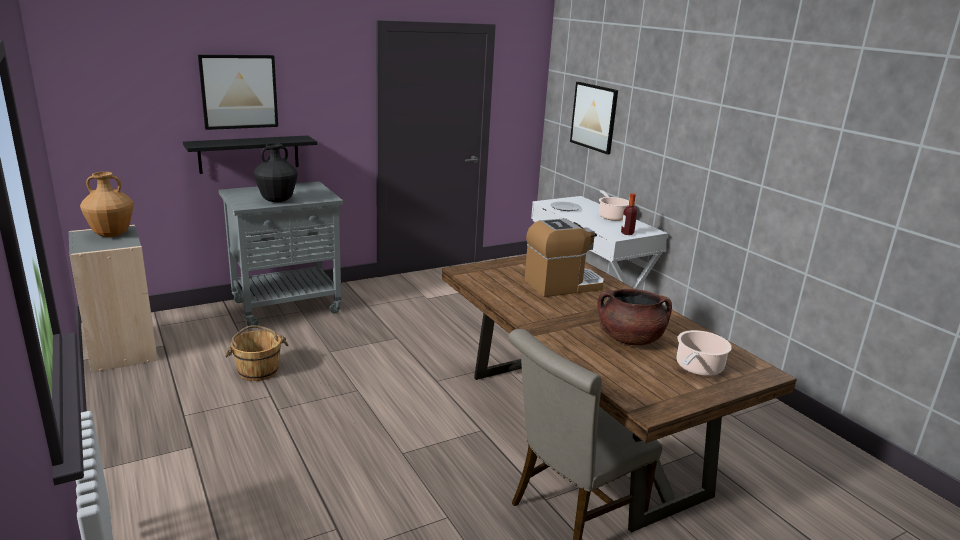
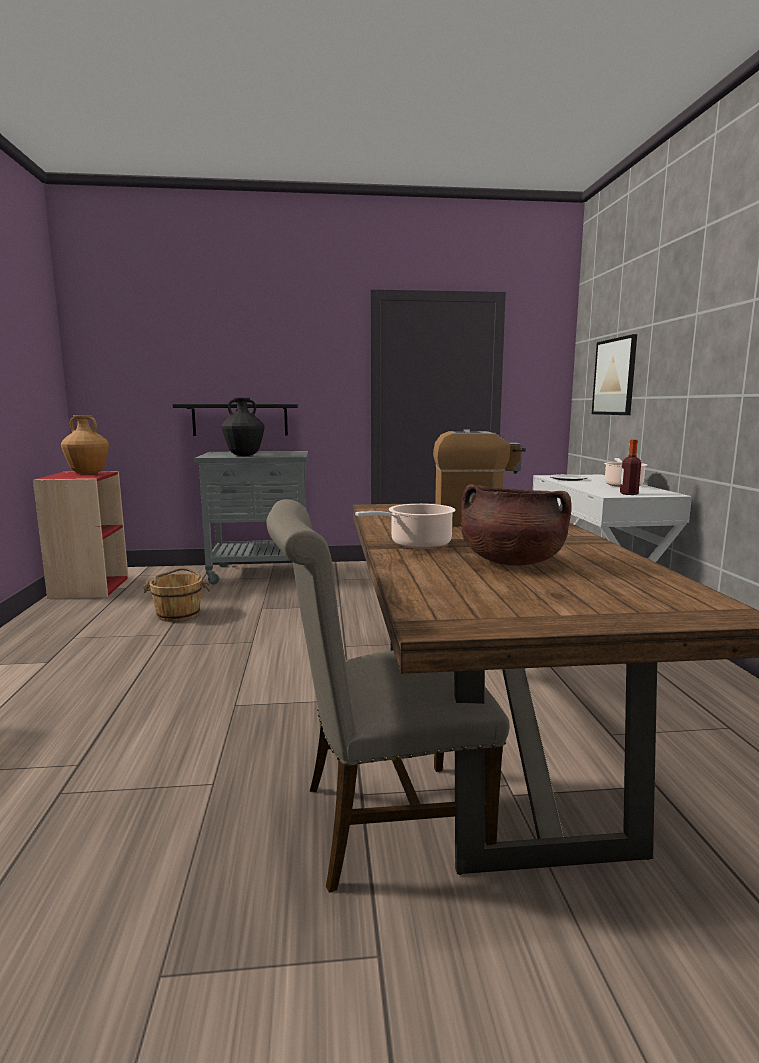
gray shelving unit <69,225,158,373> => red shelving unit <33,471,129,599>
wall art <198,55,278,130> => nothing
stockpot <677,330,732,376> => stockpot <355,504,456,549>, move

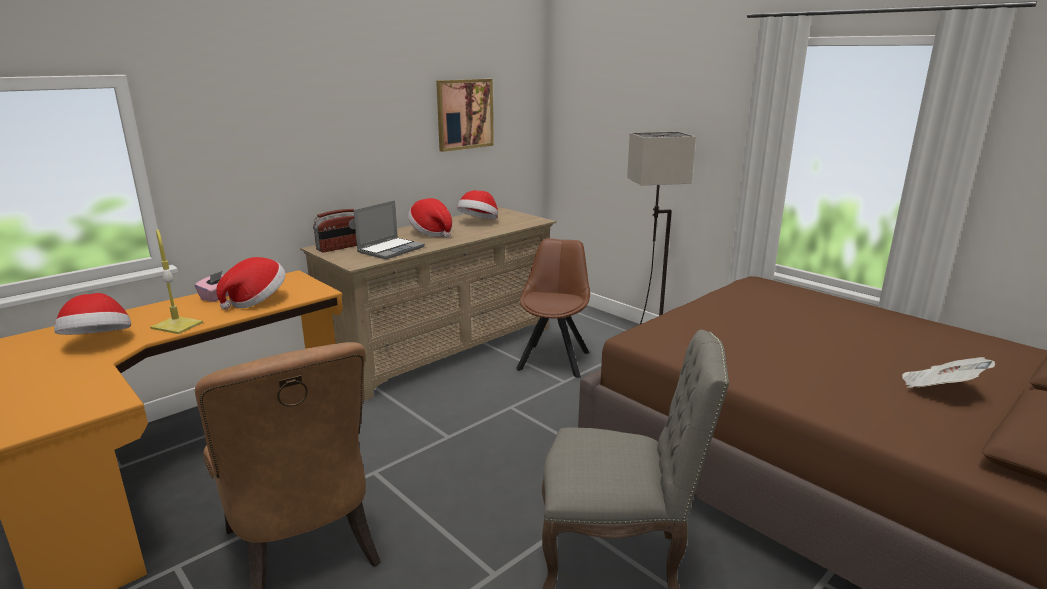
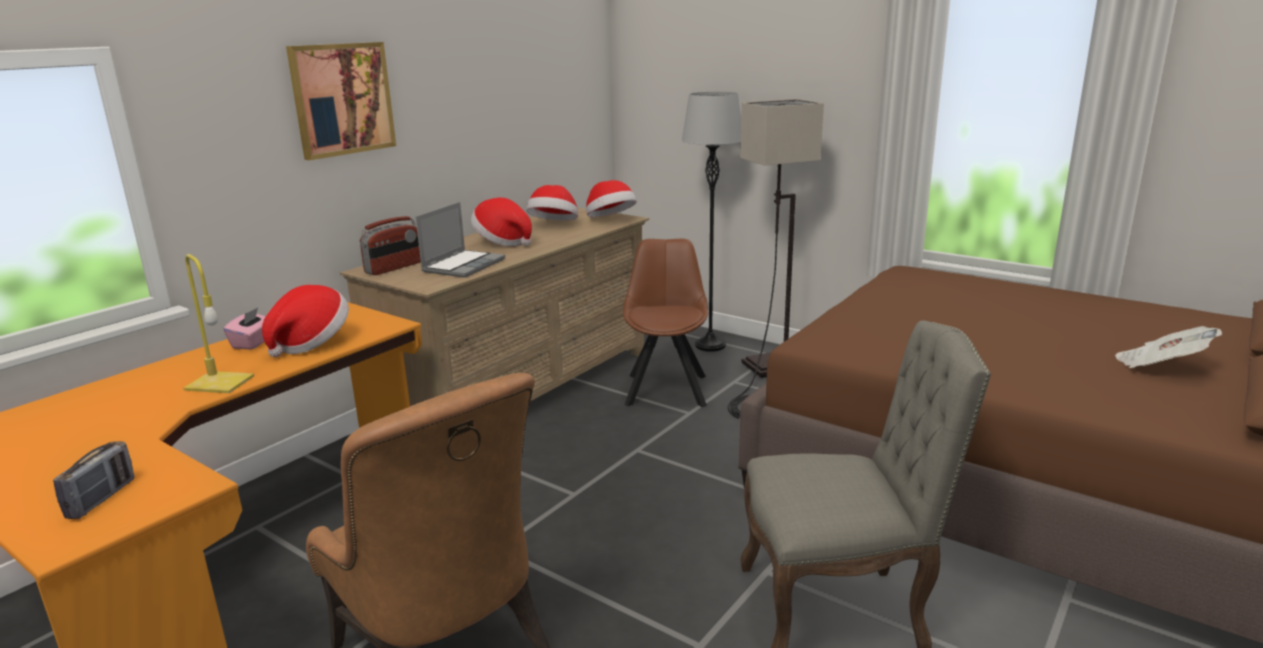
hat <54,293,131,335> => hat <586,180,637,217>, move
wall art <436,79,494,152> => wall art <286,42,396,160>, move
nothing => radio set <53,441,135,519>
nothing => gray standard lamp <682,91,741,352>

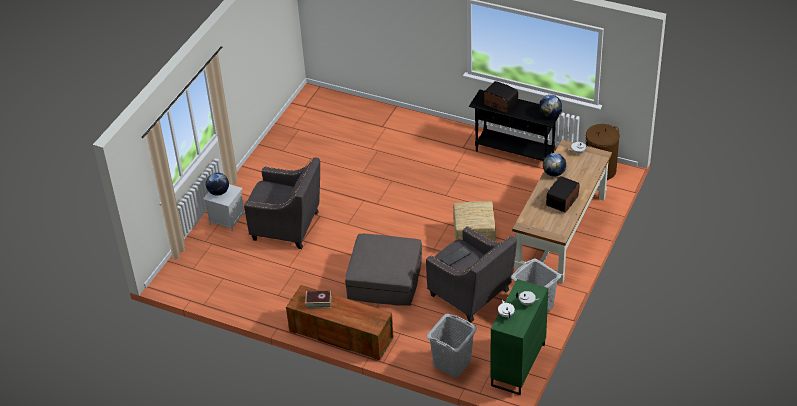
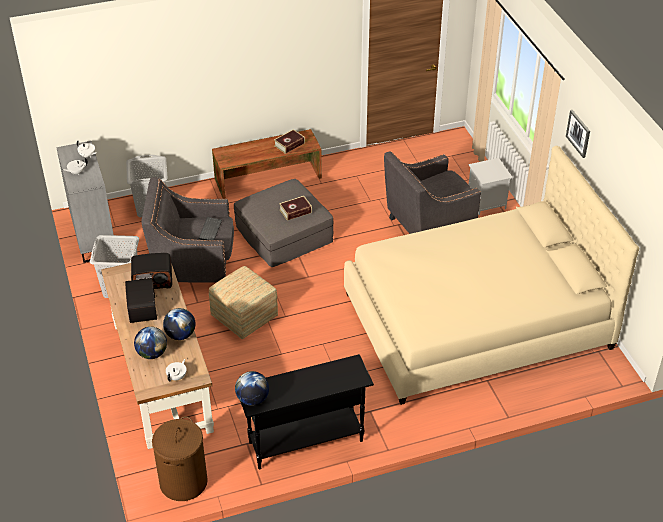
desk globe <206,173,229,196> => desk globe <134,327,167,359>, move
radio set <483,81,518,113> => radio set <131,253,172,289>, move
green chest of drawers <490,279,548,395> => gray chest of drawers <56,141,114,263>
nothing => book <279,196,312,221>
nothing => beige-coloured bed <344,146,639,405>
nothing => wall art <566,110,590,158>

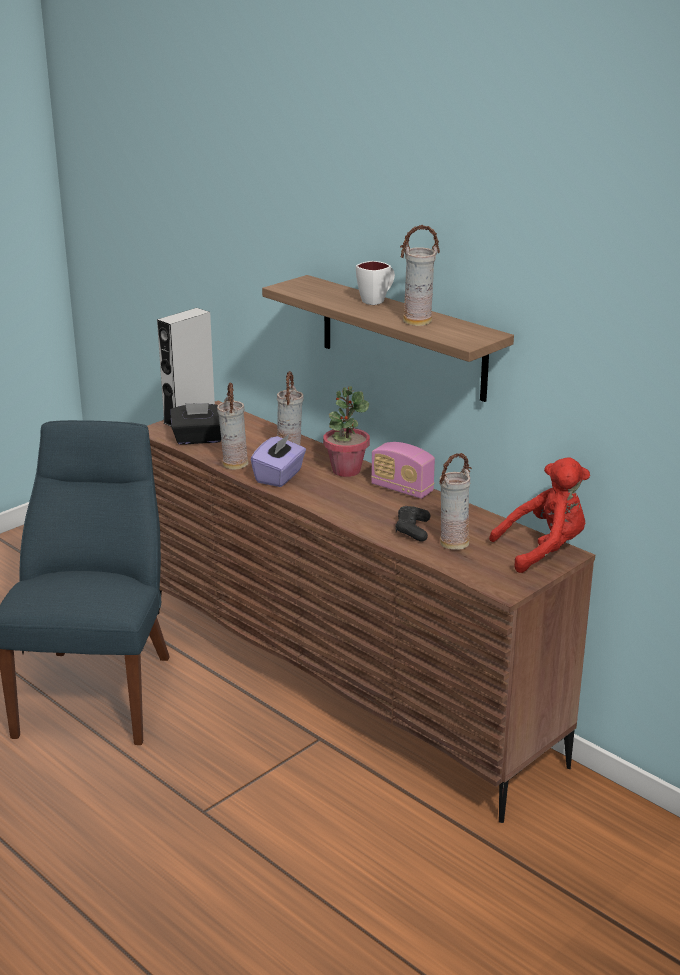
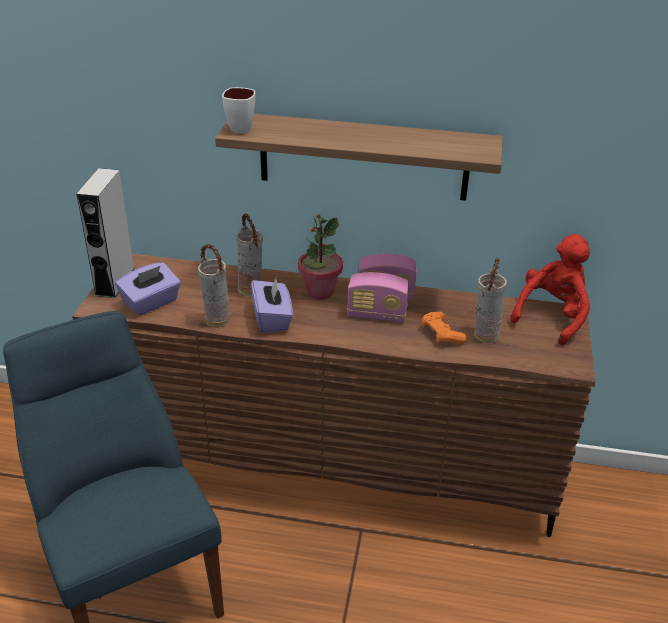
blackish tissue box <170,403,221,444> => purple tissue box <115,262,181,316>
white coffee mug <356,261,395,305> => white coffee mug <222,87,255,133>, move
blackish joypad <396,506,431,542> => orangey joypad <422,312,467,344>
decorative vase <400,225,440,326> => nothing
nothing => radio set <347,272,409,322>

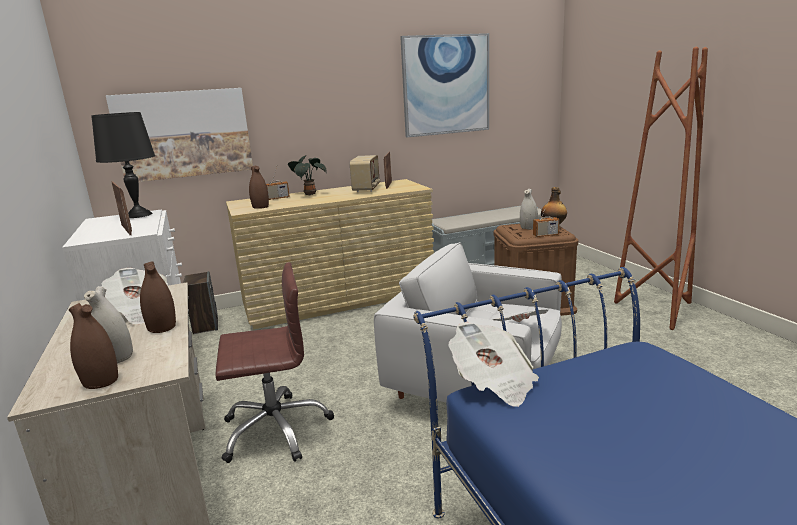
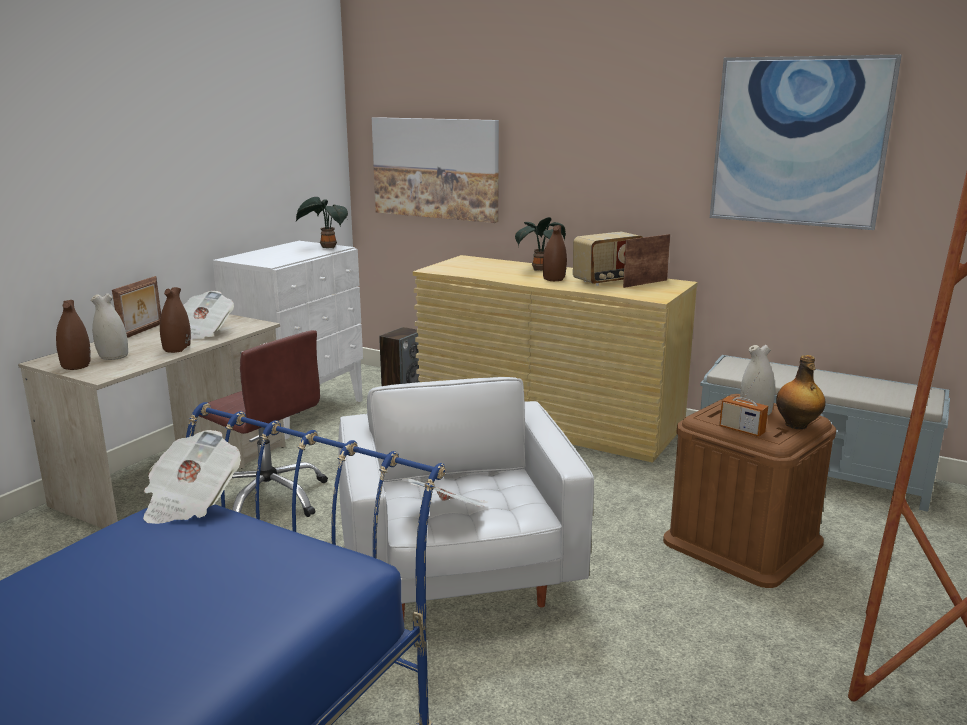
blackish lamp for a table <91,112,155,218> => houseplant <296,197,348,248>
standing frame <111,181,132,235> => standing frame <112,276,161,338>, move
brown decorative vase <249,166,269,209> => brown decorative vase <543,225,567,281>, move
radio set <266,167,290,200> => nothing

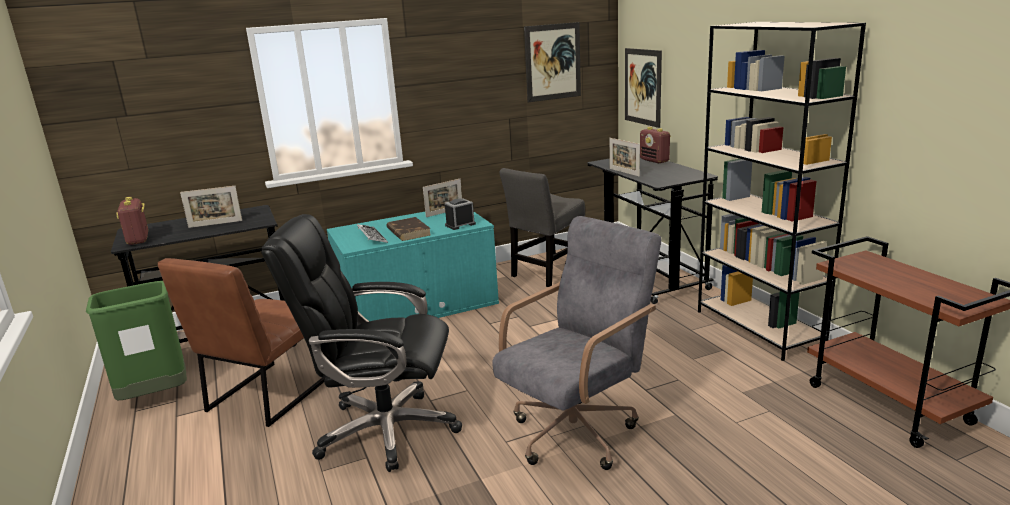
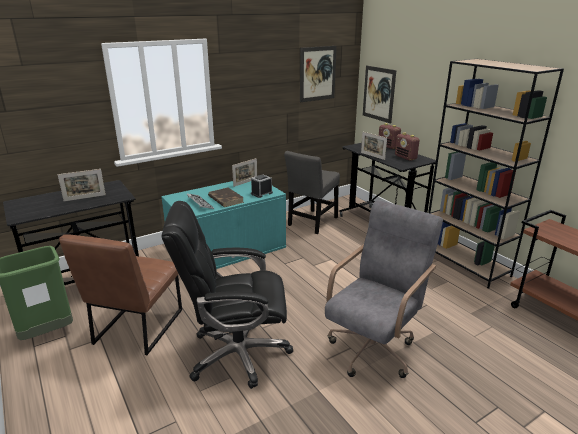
radio set <117,197,148,245> => radio set <395,132,420,161>, move

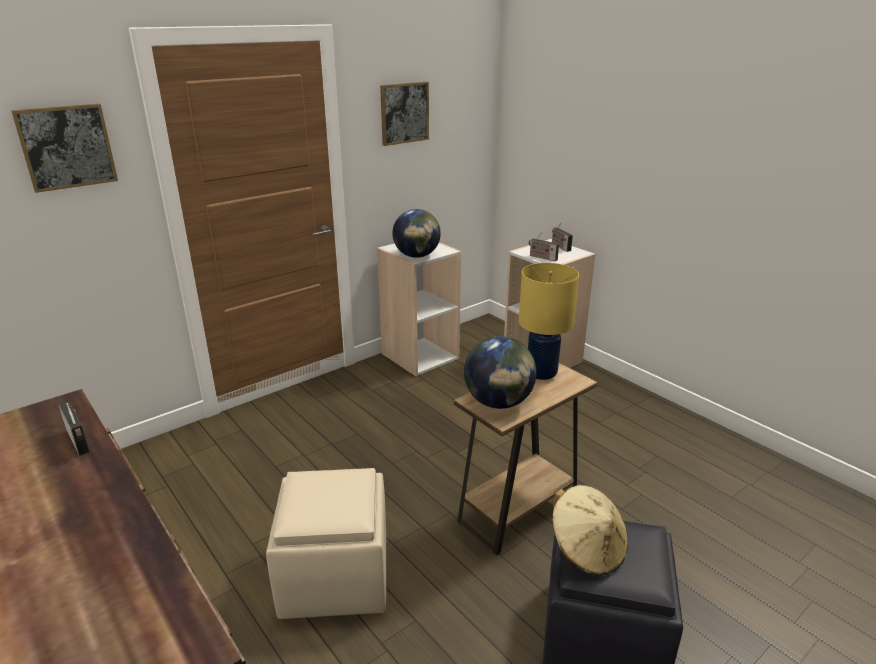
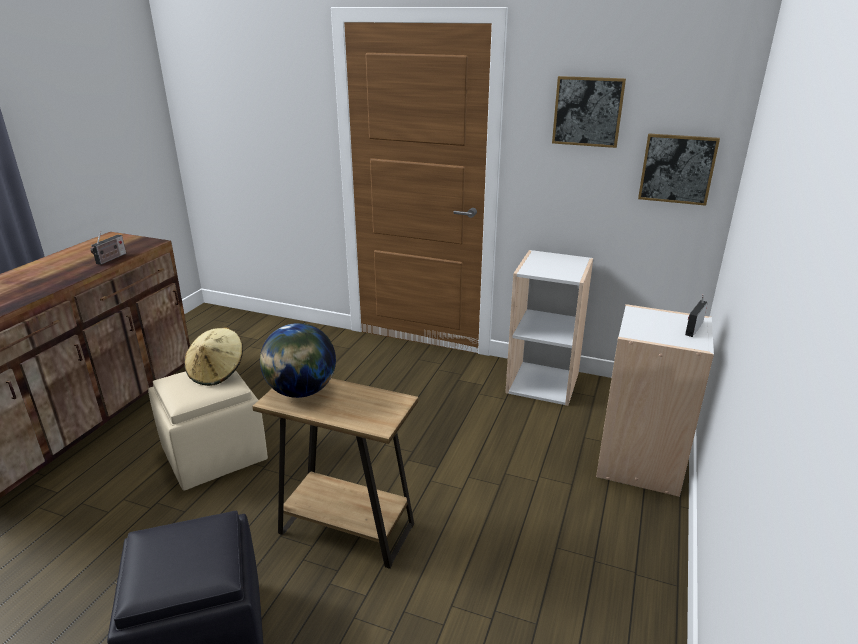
wall art <11,104,118,193> => wall art <638,133,720,206>, move
desk globe <392,209,441,258> => nothing
yellow lamp for a table <519,263,579,380> => nothing
radio set <529,232,559,261> => nothing
beige-coloured hat <552,485,628,576> => beige-coloured hat <184,327,243,386>, move

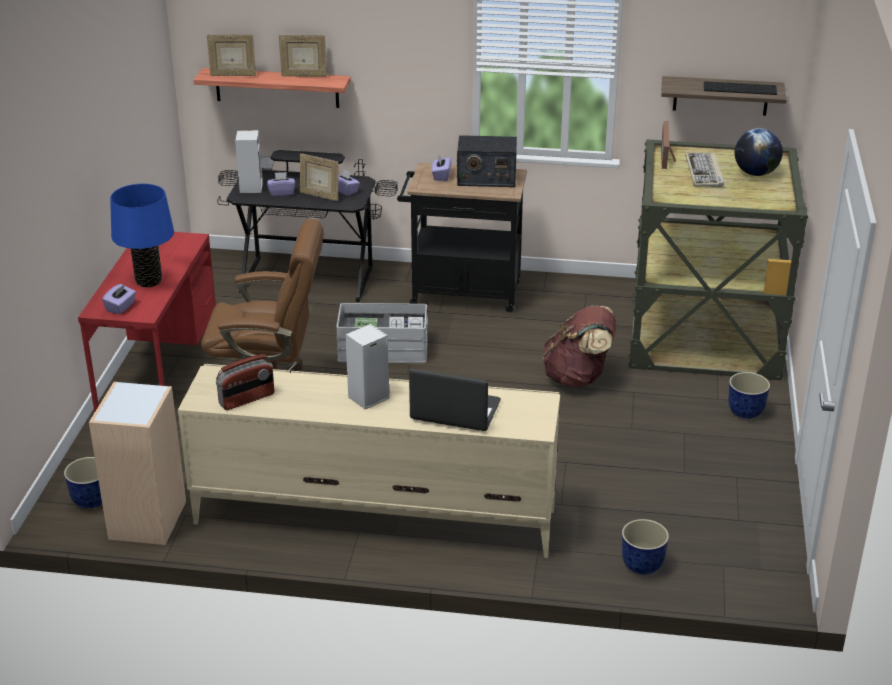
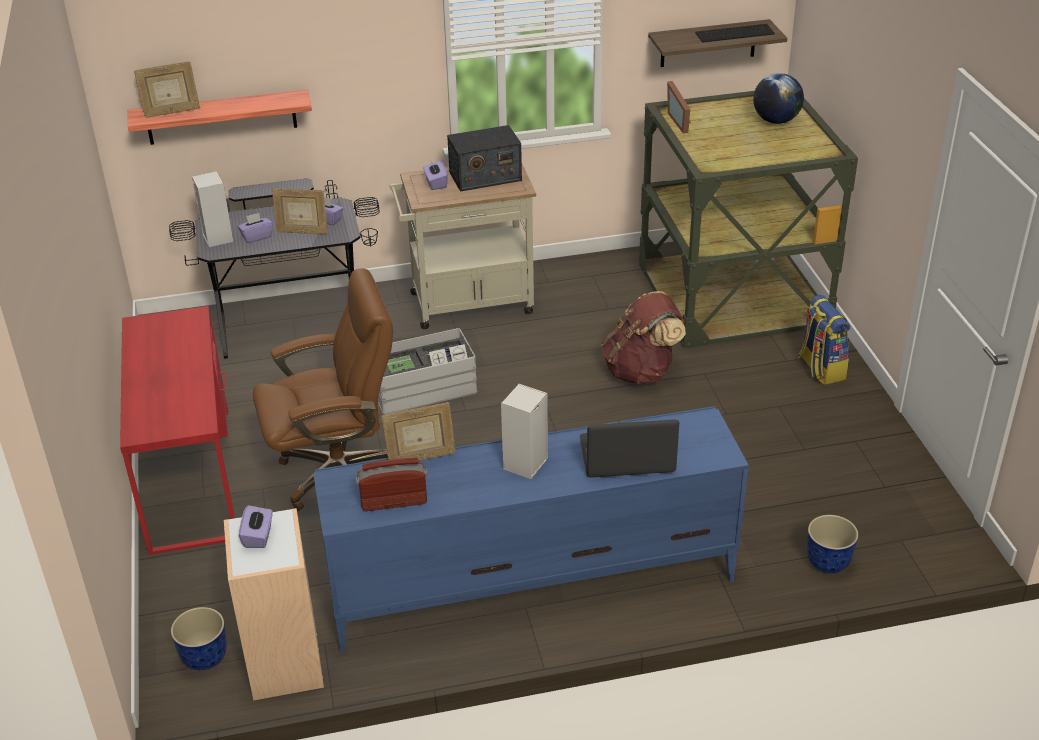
purple tissue box <102,284,136,314> => purple tissue box <239,505,273,548>, move
blue lamp for a table <110,184,174,288> => nothing
beige-coloured storage cabinet <178,364,560,558> => blue storage cabinet <313,406,749,652>
radio set <216,354,274,410> => radio set <356,458,428,511>, 135 degrees counterclockwise
standing frame <279,35,327,77> => standing frame <381,402,456,461>, move
blackish trolley <397,163,527,313> => beige-coloured trolley <390,164,536,329>
computer keyboard <685,152,724,187> => nothing
plant pot <728,372,770,419> => knapsack <798,295,850,385>

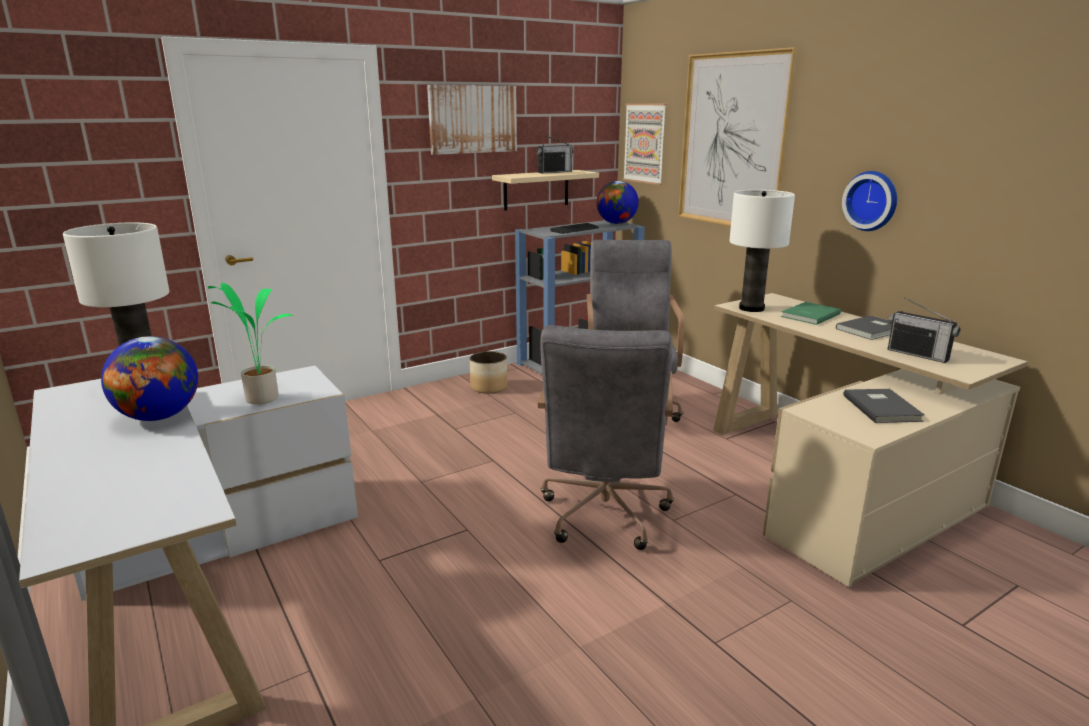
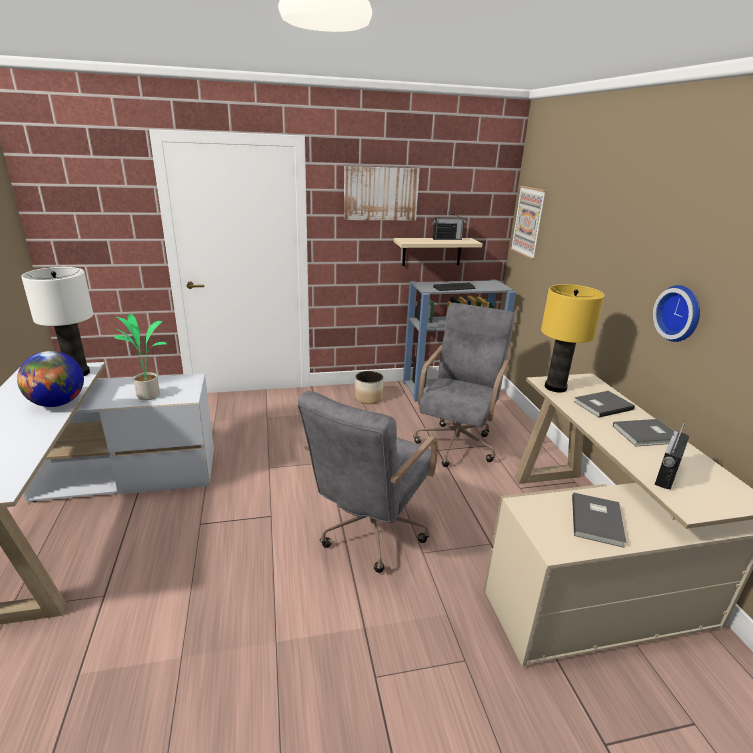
desk globe <596,181,639,224> => nothing
wall art <678,47,798,226> => nothing
white lamp for a table <729,190,795,312> => yellow lamp for a table <541,284,604,393>
green book <781,302,841,325> => gray book <574,391,635,418>
radio set <887,297,961,363> => radio set <654,421,689,489>, 60 degrees clockwise

